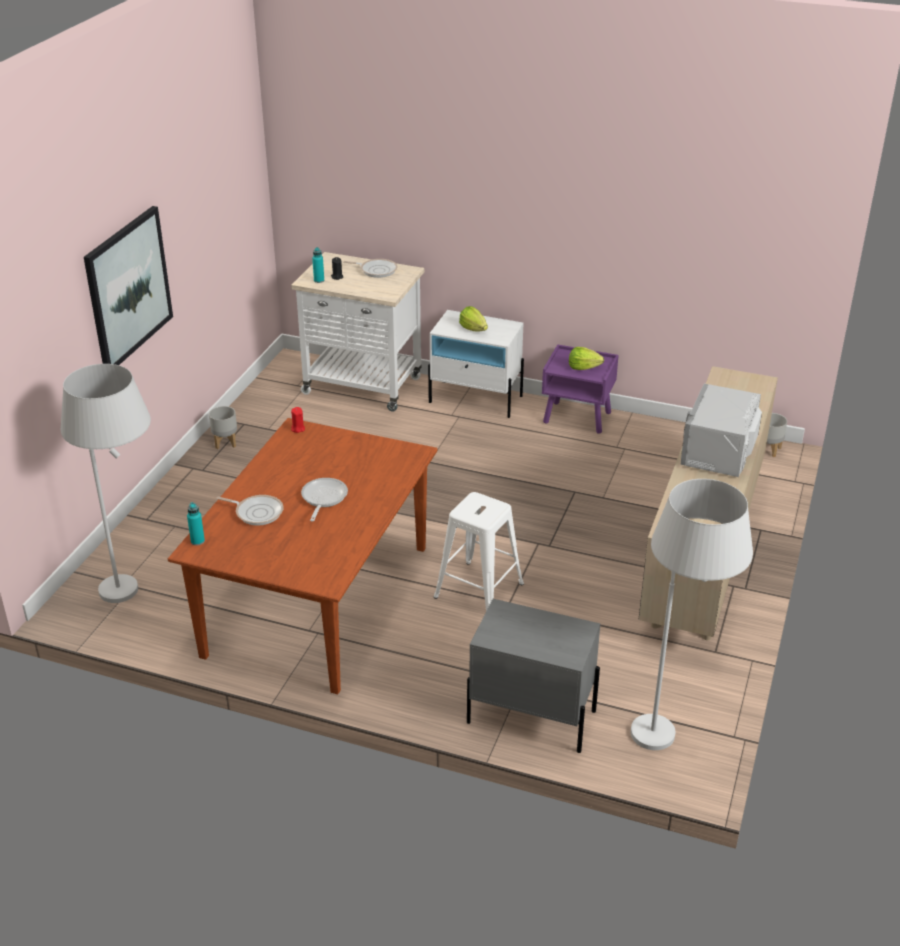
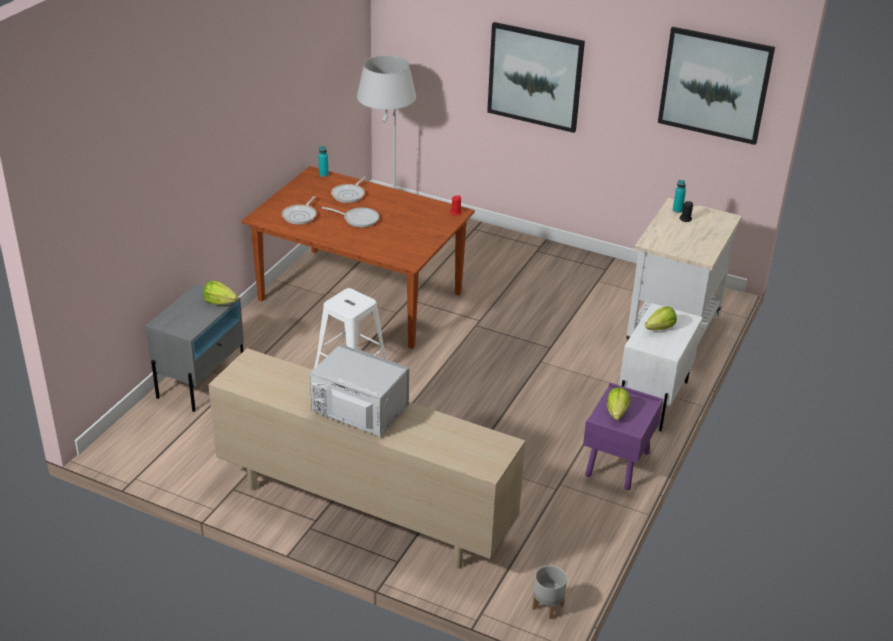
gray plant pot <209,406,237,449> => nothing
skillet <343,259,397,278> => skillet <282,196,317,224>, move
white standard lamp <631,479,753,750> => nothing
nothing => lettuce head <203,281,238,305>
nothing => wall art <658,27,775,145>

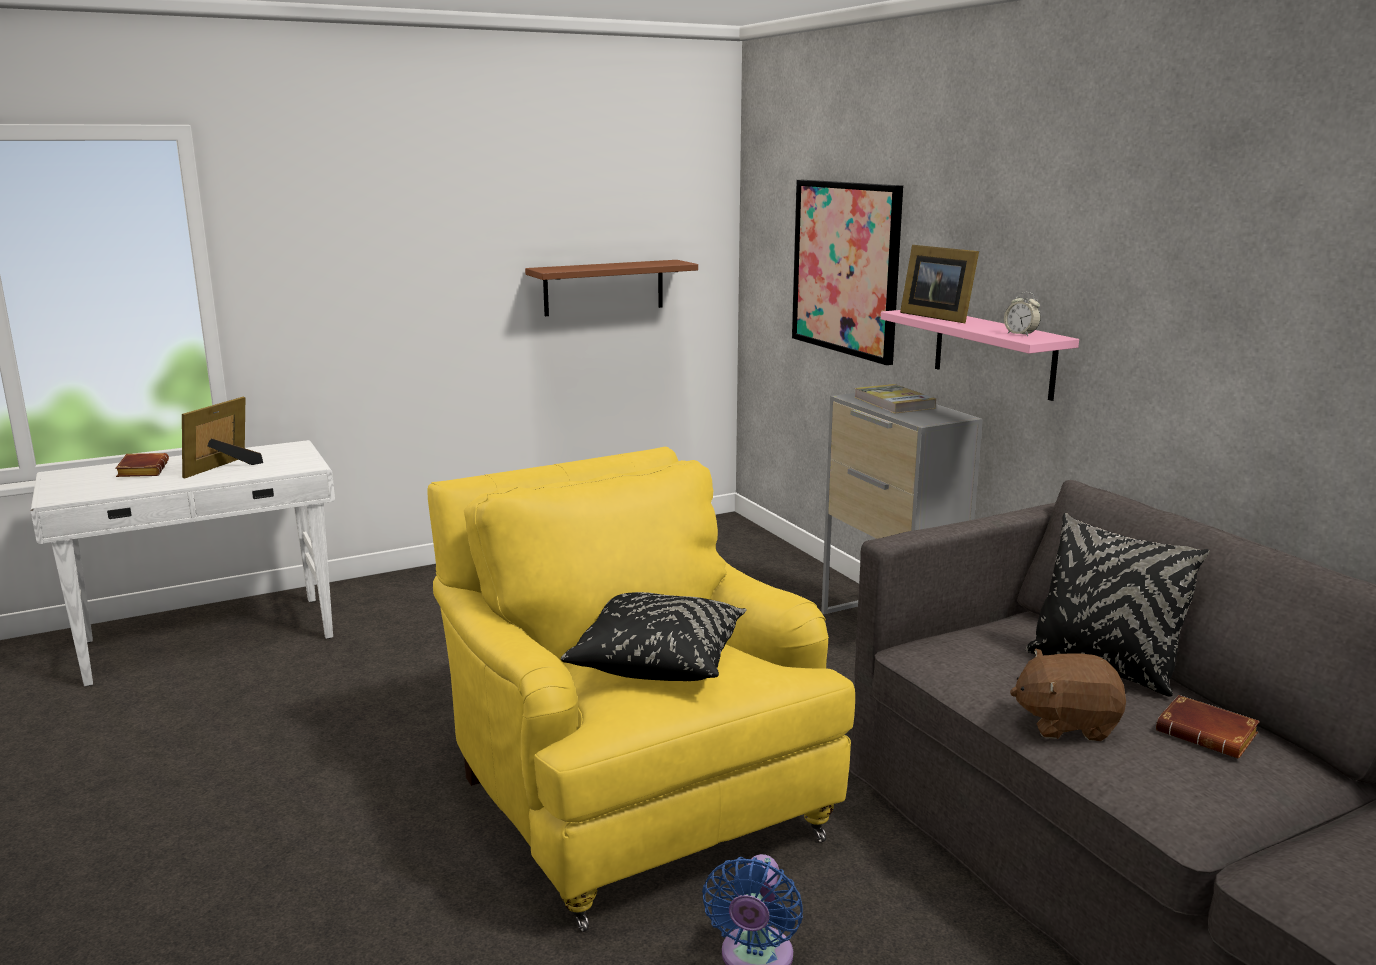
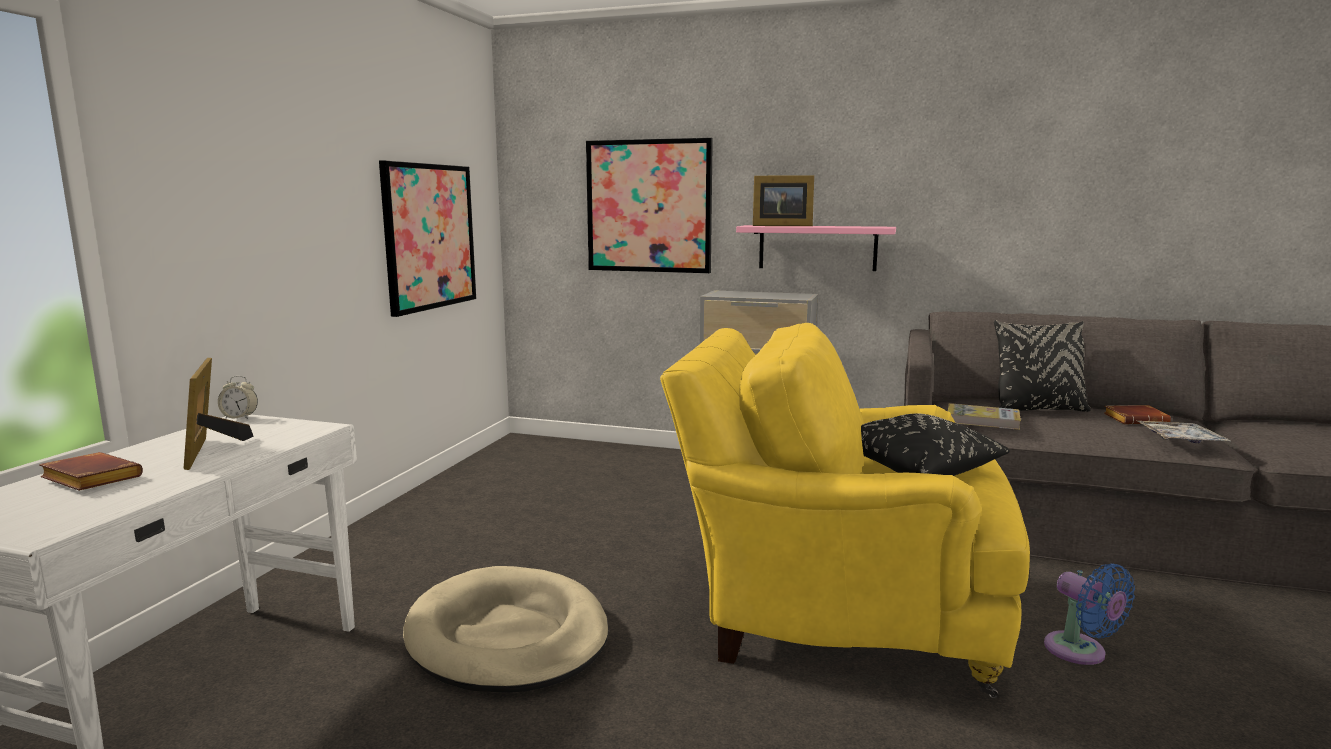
brown wall shelf <525,260,698,316> => wall art <379,160,476,317>
book <854,384,936,414> => book <948,403,1021,430>, move
bedside clock <1004,292,1041,336> => bedside clock <218,376,258,419>, move
brown soft toy <1010,649,1126,741> => nothing
nothing => beige-coloured pet bed <403,566,609,693>
nothing => serving tray <1137,421,1230,443>

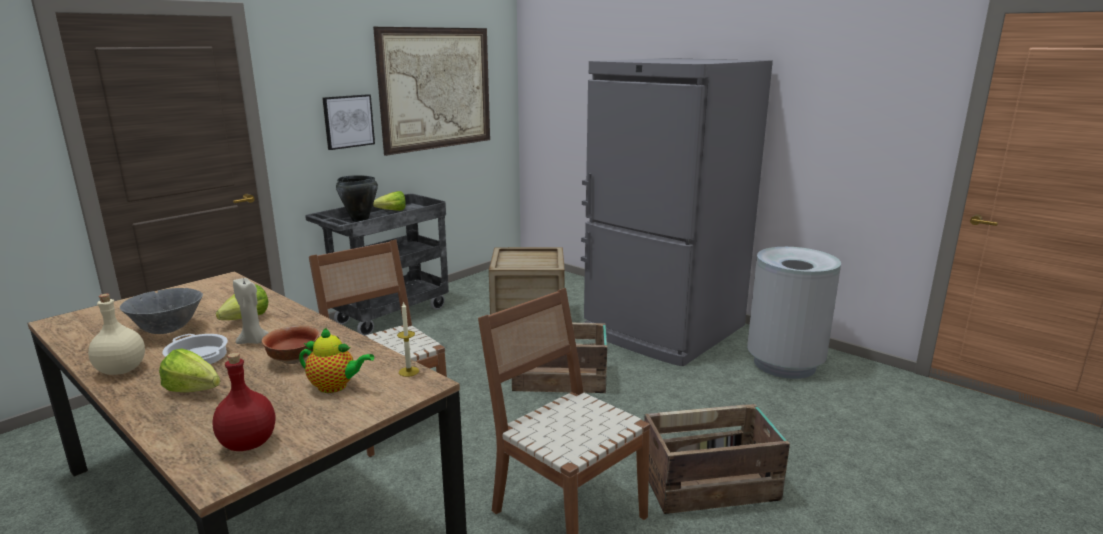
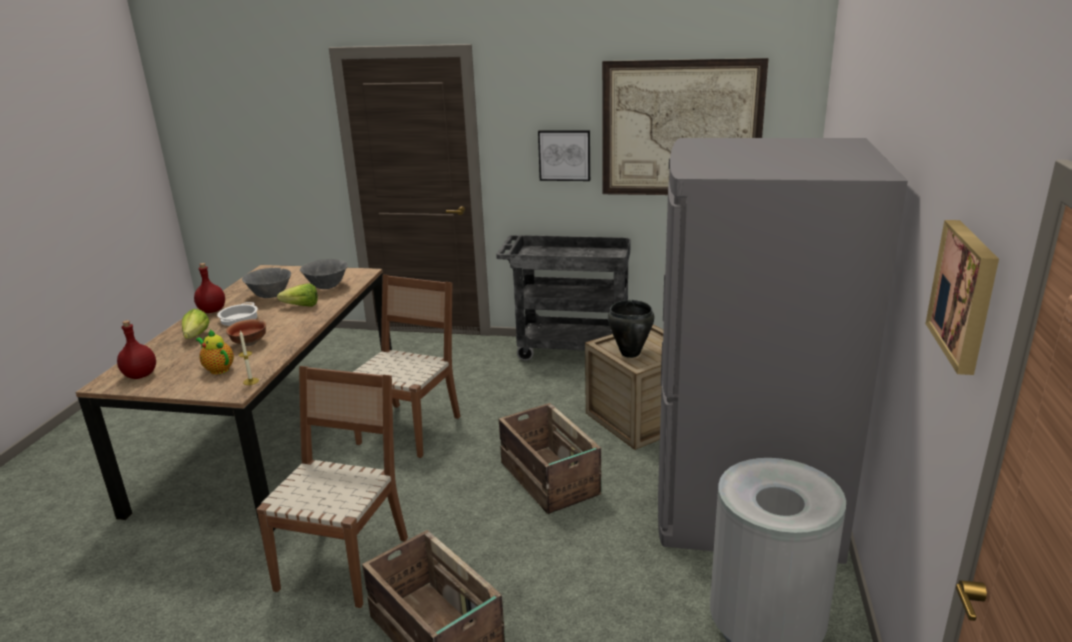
beige-coloured bottle <88,294,145,375> => red bottle <194,263,225,313>
beige-coloured wax candle <233,278,269,344> => nothing
tea pot <299,327,374,393> => tea pot <196,329,234,374>, 150 degrees clockwise
blackish stockpot <336,175,378,222> => blackish stockpot <608,300,654,358>, move
lettuce head <373,191,406,211> => nothing
nothing => gray serving bowl <300,259,348,289>
nothing => wall art <925,220,999,375>

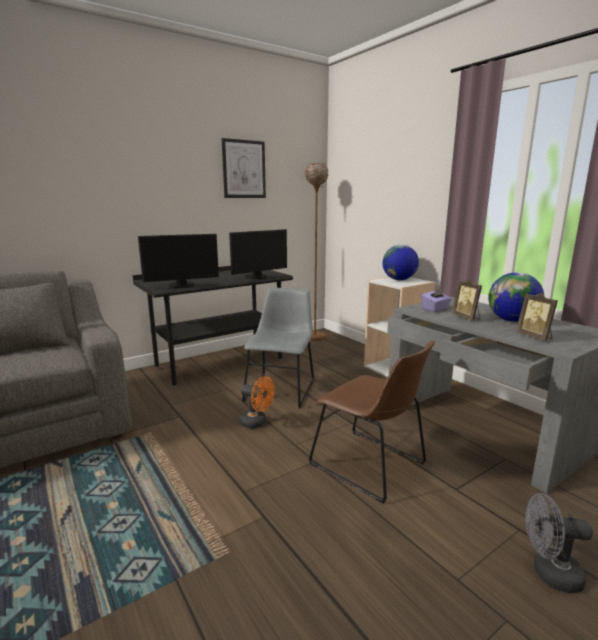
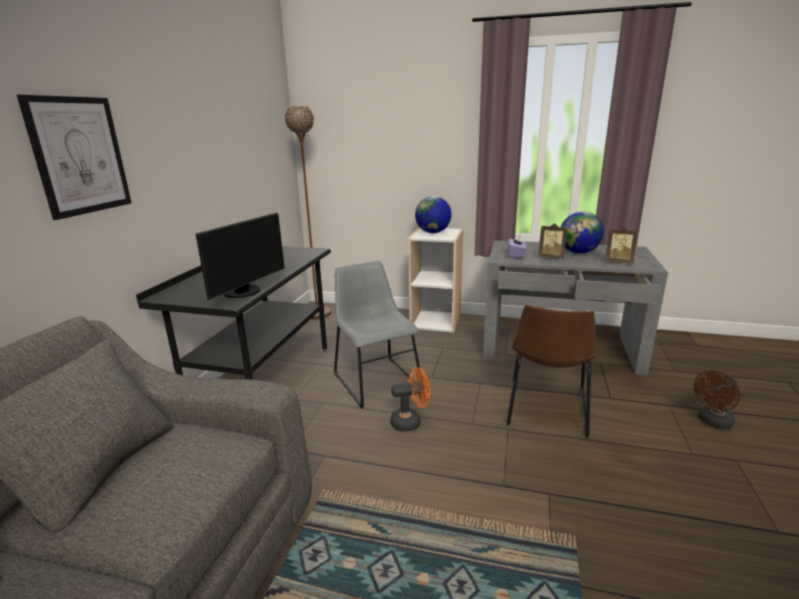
wall art <222,138,266,198> => wall art <17,95,131,220>, move
computer screen <229,229,287,279> => nothing
brown upright chair <309,340,435,504> => brown upright chair <507,305,597,438>, 105 degrees clockwise
gray cooling fan <525,493,593,593> => brown cooling fan <694,370,740,429>

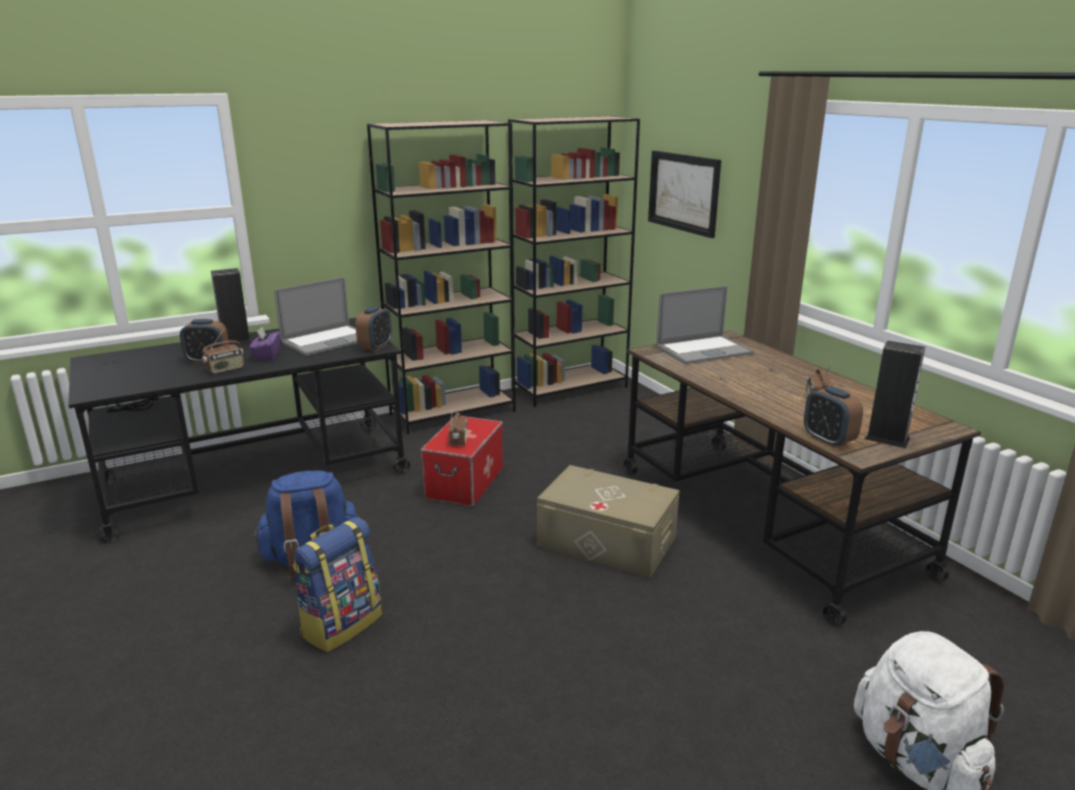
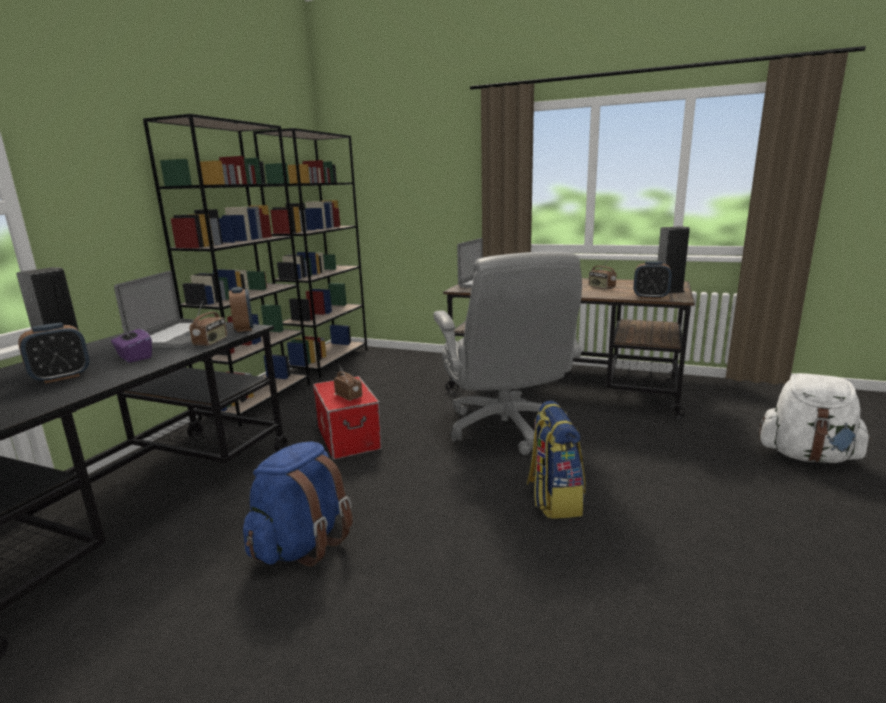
radio set <202,329,244,373> => radio set <189,301,227,346>, move
knapsack <292,517,382,652> => knapsack <527,401,585,519>, move
beige-coloured storage bin <537,465,680,578> => gray desk chair <433,252,582,455>
wall art <648,151,721,238> => nothing

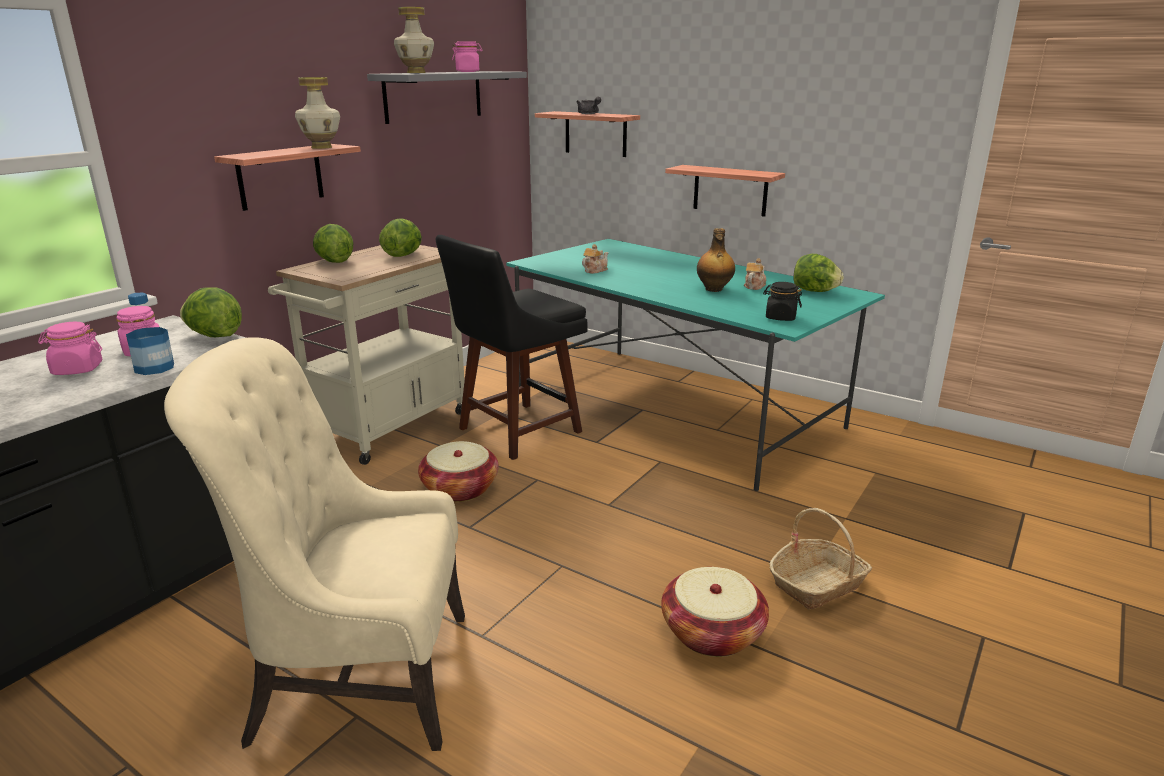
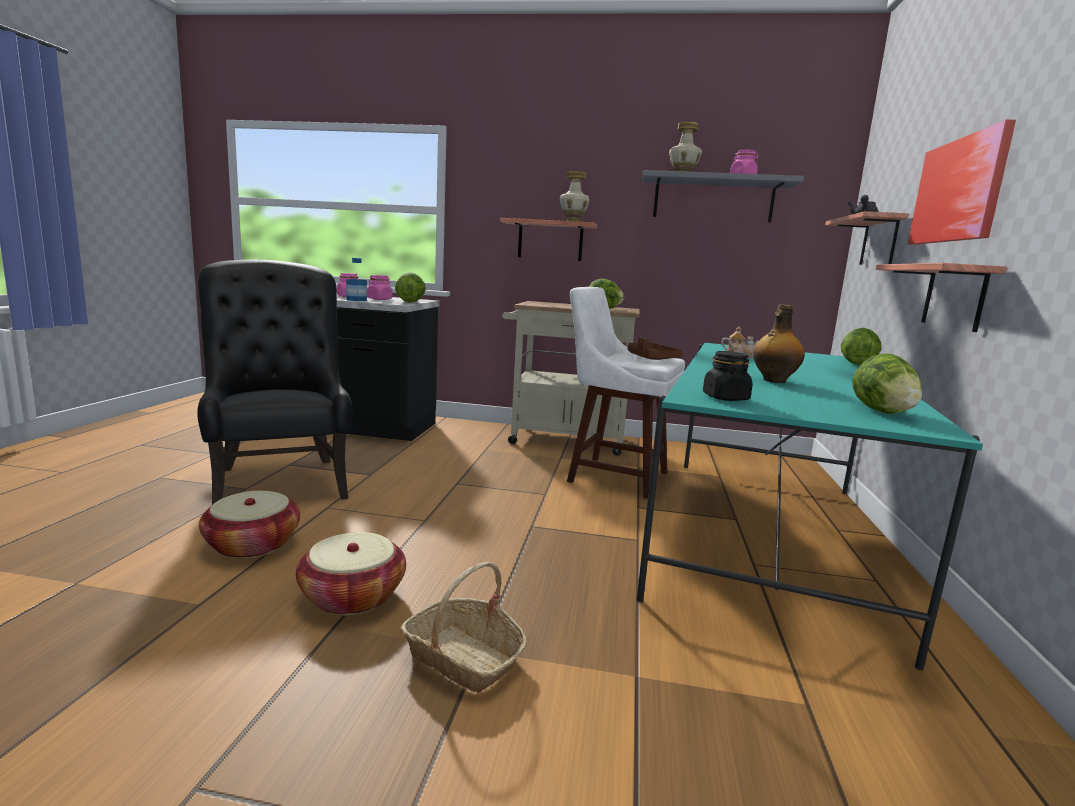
beige-coloured upright chair <164,337,465,751> => blackish upright chair <197,260,353,505>
lettuce head <313,224,354,263> => lettuce head <841,328,882,365>, move
household basket <418,441,499,502> => household basket <199,491,300,559>, move
blackish sitting stool <436,235,588,460> => white sitting stool <567,287,685,499>
tea pot <744,258,766,290> => nothing
nothing => brown serving tray <627,338,683,360>
nothing => wall art <908,119,1016,245>

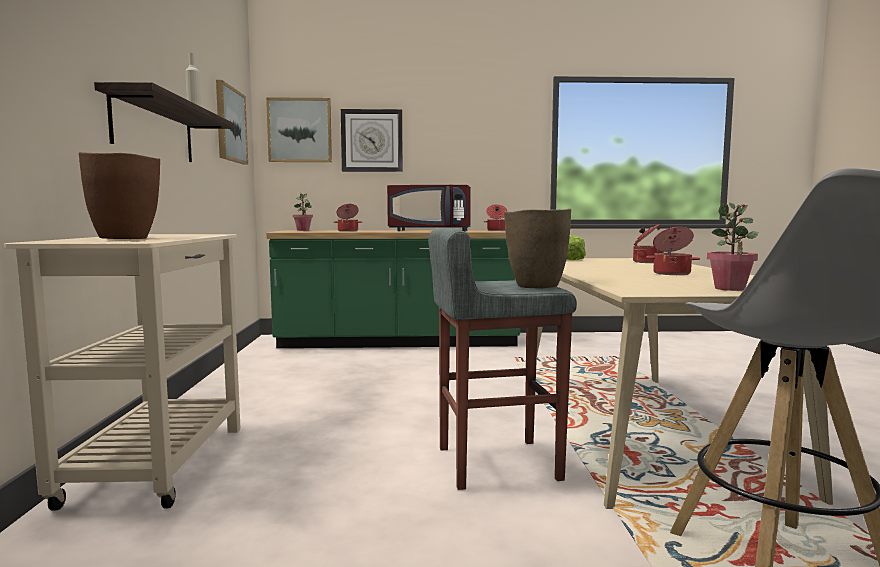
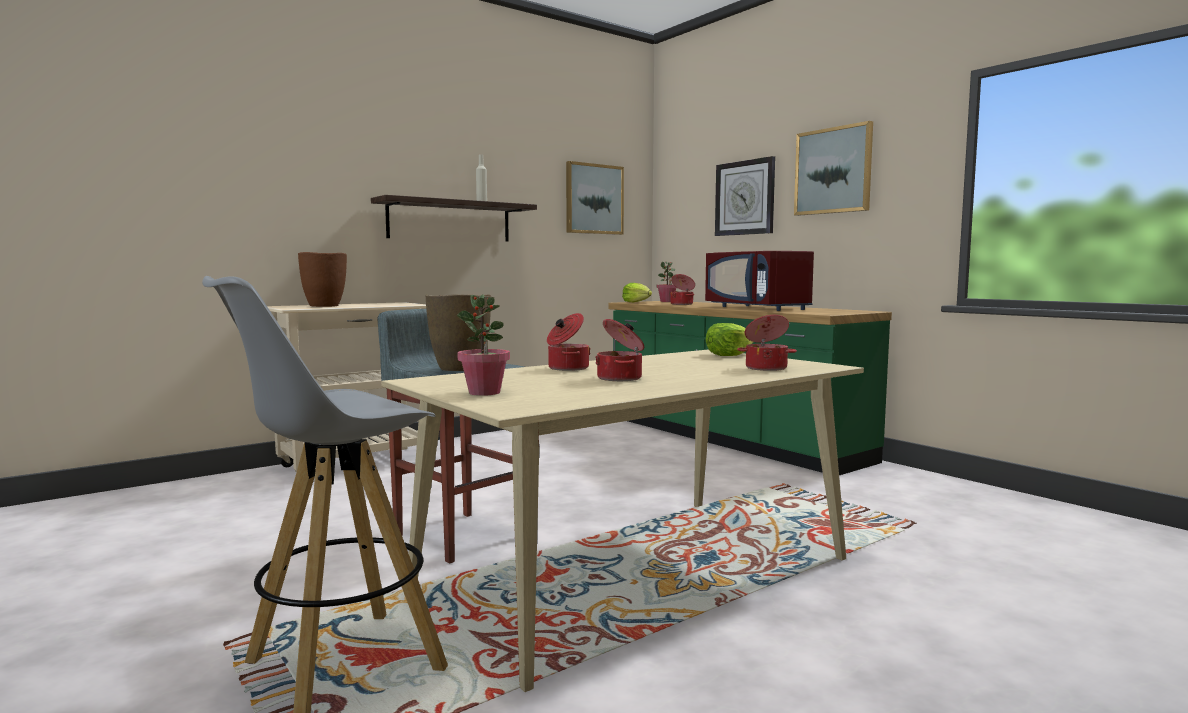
wall art <266,97,332,162> => wall art <794,121,873,216>, move
stockpot <484,204,508,231> => stockpot <547,313,591,371>, move
nothing => lettuce head <622,283,652,302>

